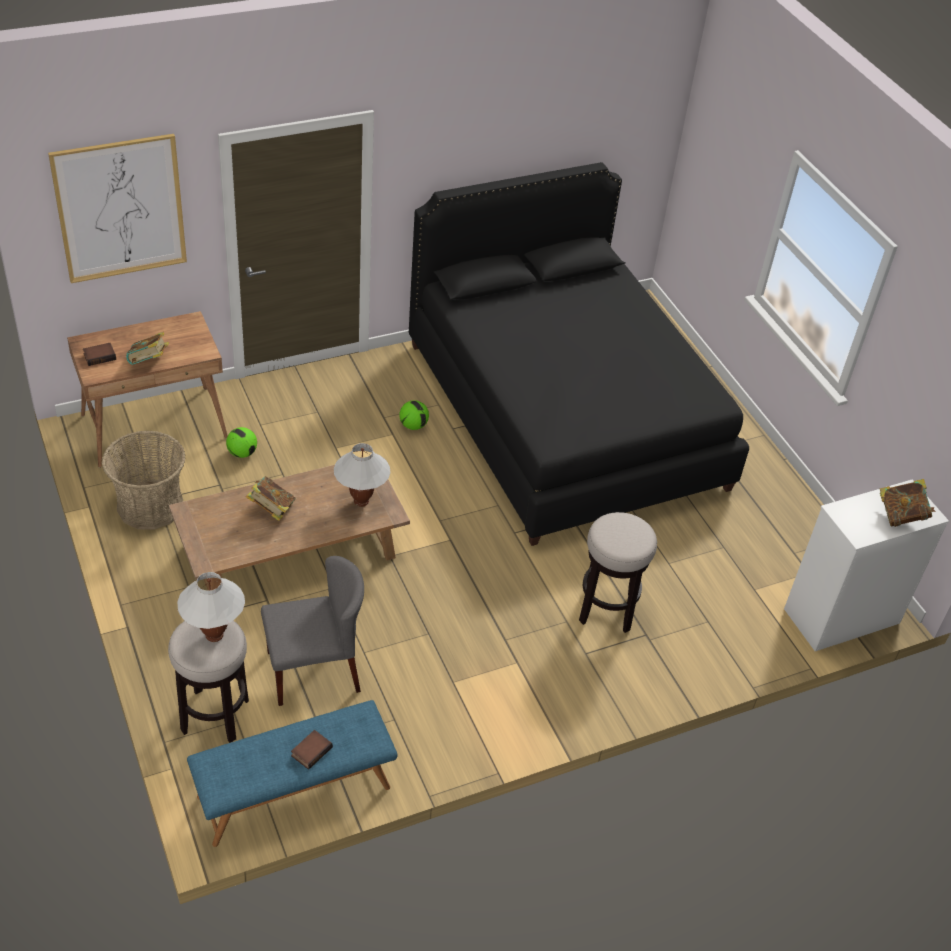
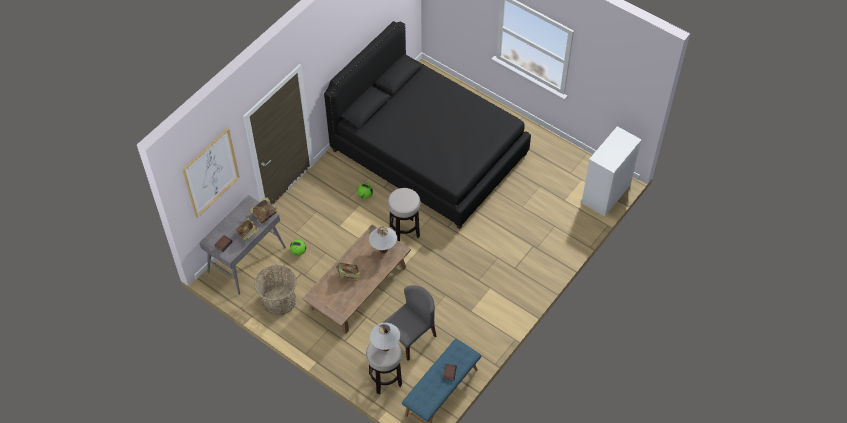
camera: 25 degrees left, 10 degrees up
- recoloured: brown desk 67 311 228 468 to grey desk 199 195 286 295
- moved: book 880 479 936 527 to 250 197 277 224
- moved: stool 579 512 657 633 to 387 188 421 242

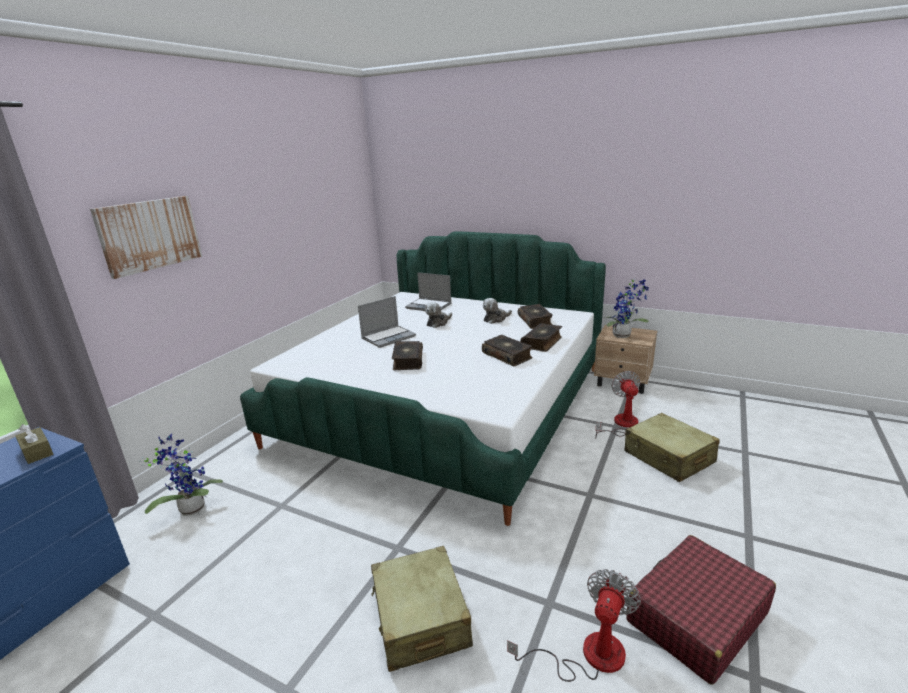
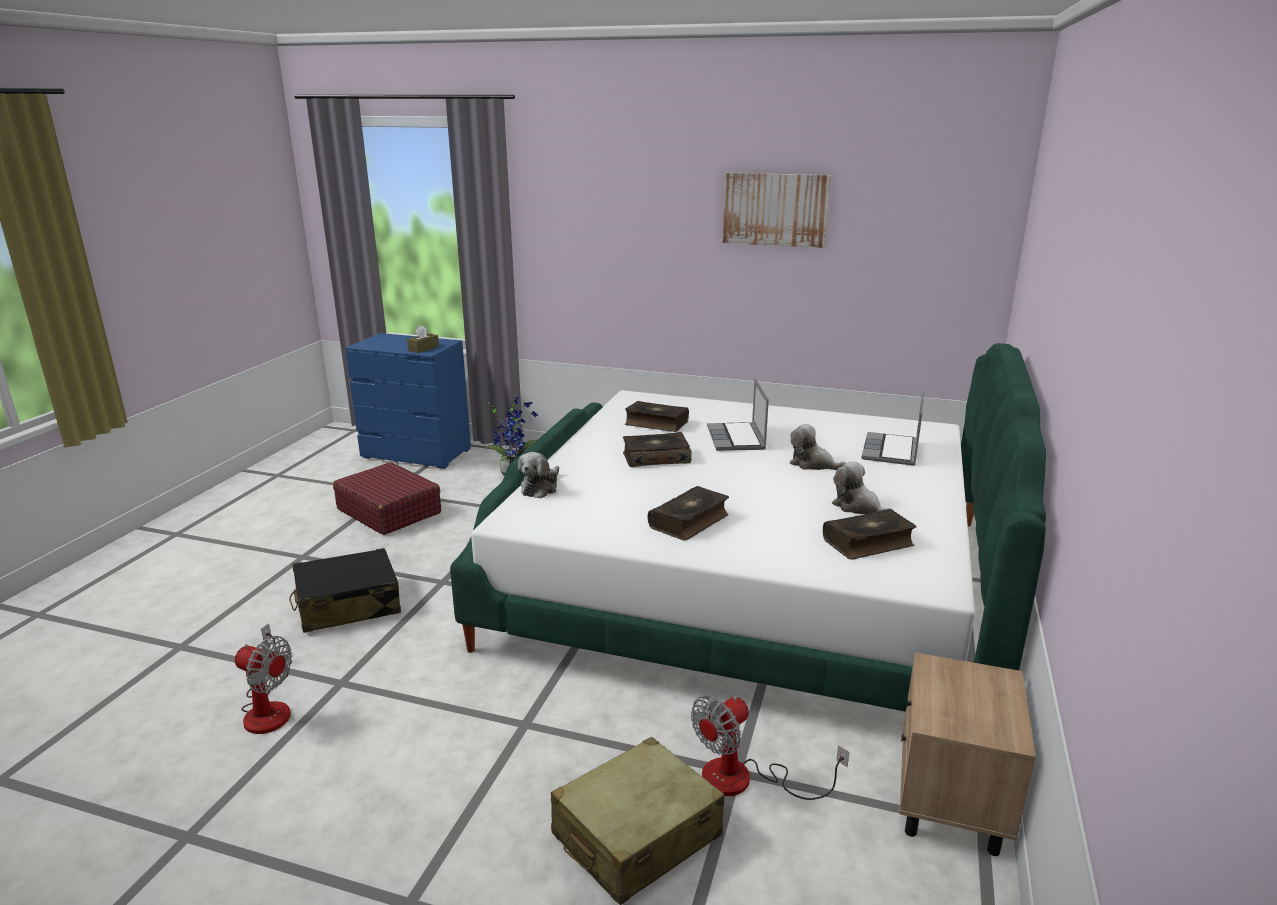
camera: 80 degrees right, 0 degrees up
- moved: picture 90 196 202 279 to 723 172 831 248
- removed: potted plant 604 278 649 338
- turned: laptop 358 296 416 348 = 707 378 769 451 45 degrees clockwise
- moved: book 520 323 562 352 to 625 401 689 432
- turned: fan 595 371 640 439 = 691 696 849 800 150 degrees clockwise
- moved: red suitcase 626 535 776 685 to 333 462 441 535
- recoloured: beige suitcase 371 546 473 672 to black suitcase 289 548 401 633
- added: plush toy 518 452 559 498

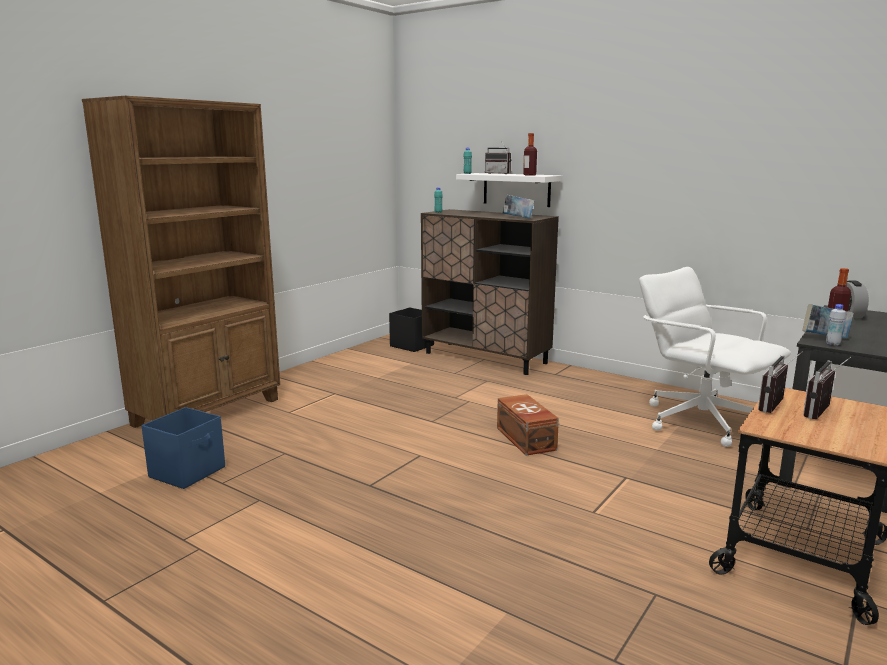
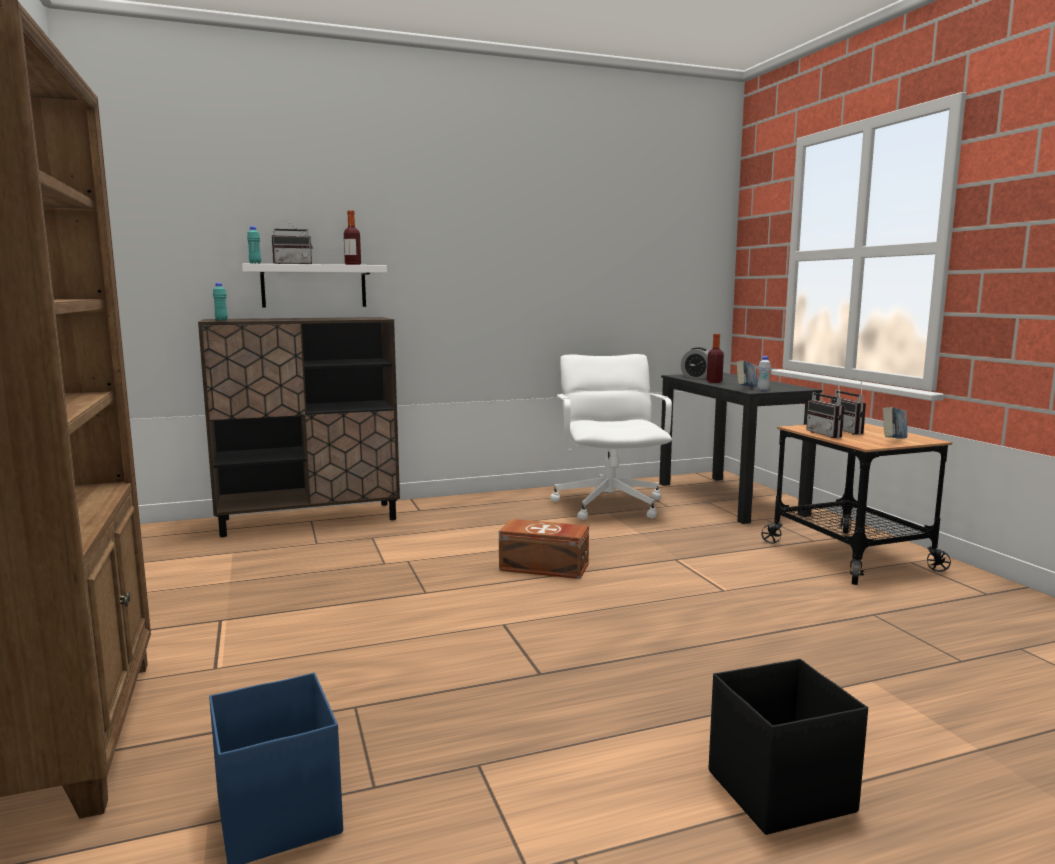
camera: 55 degrees left, 5 degrees down
- moved: book 503 195 534 219 to 883 407 907 439
- turned: white office chair 639 267 791 447 = 550 354 672 520 90 degrees clockwise
- moved: black storage box 389 307 434 352 to 709 659 868 835

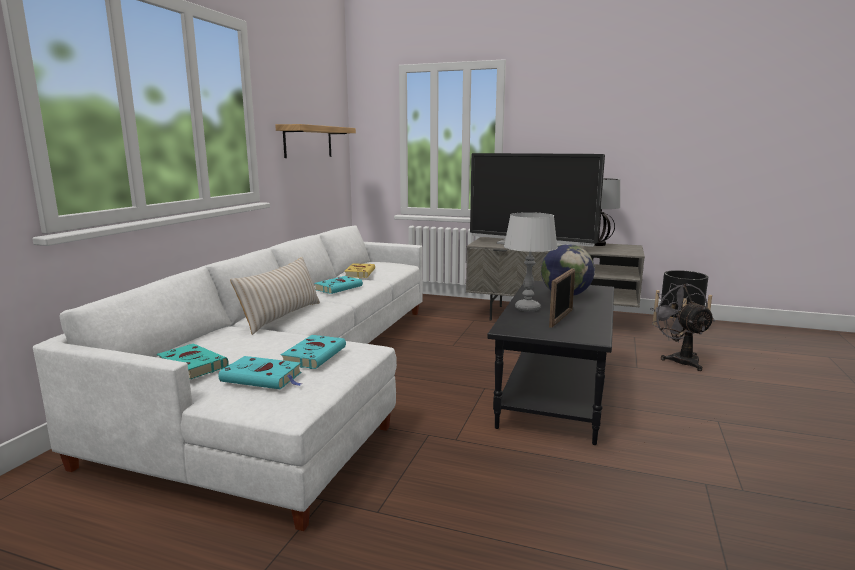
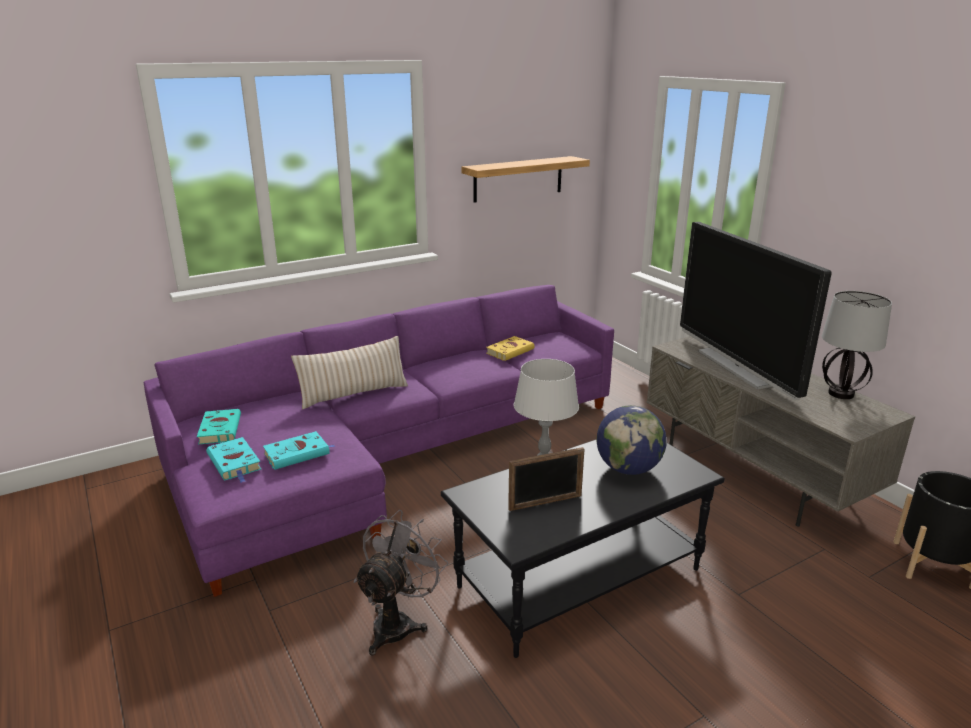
camera: 40 degrees right, 10 degrees up
- recoloured: white sofa 33 226 423 531 to purple sofa 144 285 614 597
- removed: turquoise book 314 276 363 294
- moved: grey fan 650 283 715 371 to 354 510 448 656

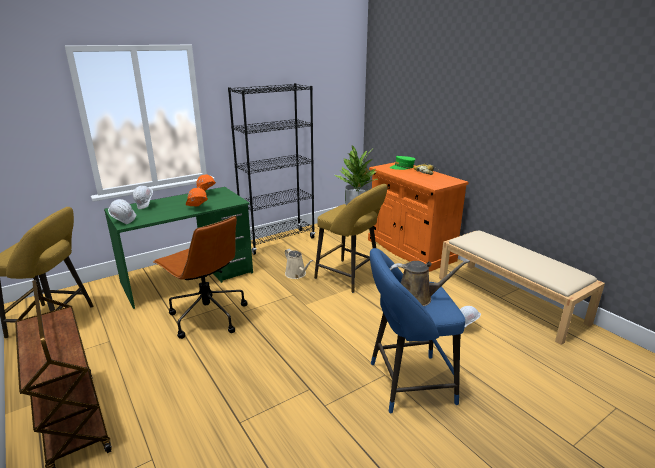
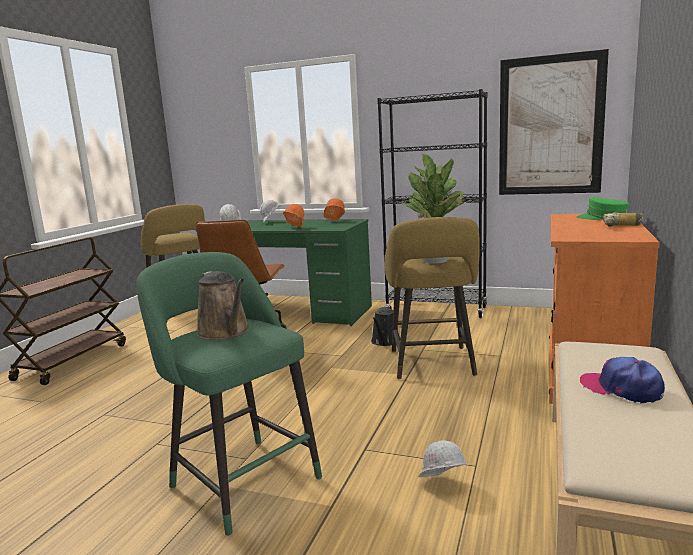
camera: 55 degrees right, 10 degrees down
- recoloured: blue stool 370 248 465 413 to green stool 136 252 322 536
- recoloured: beige watering can 285 249 313 279 to black watering can 371 306 400 346
- added: picture 499 49 609 195
- added: cap 580 357 665 404

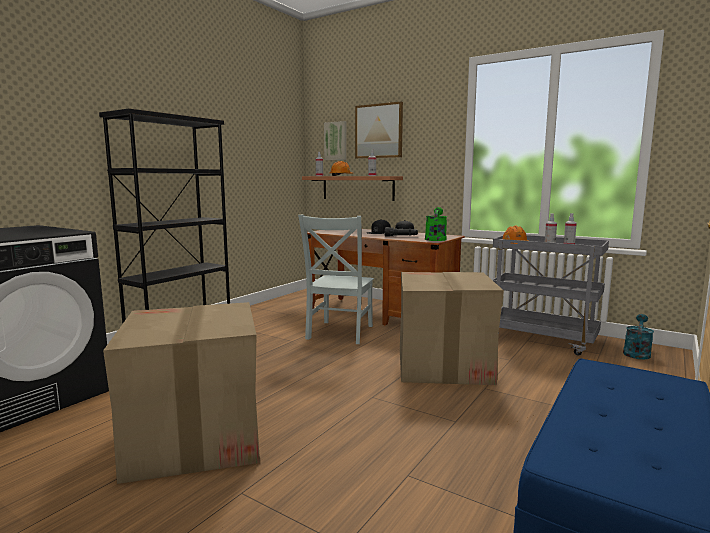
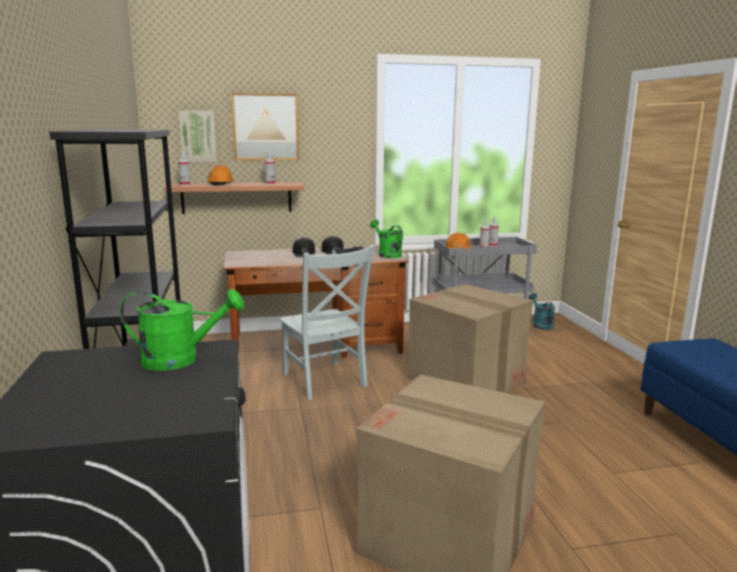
camera: 45 degrees left, 5 degrees up
- added: green watering can 120 289 244 371

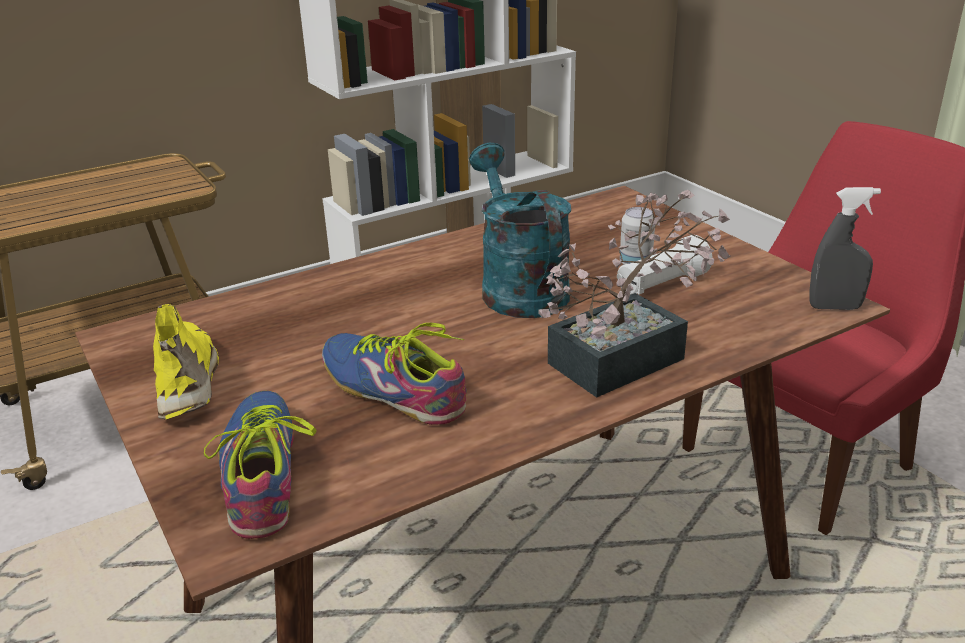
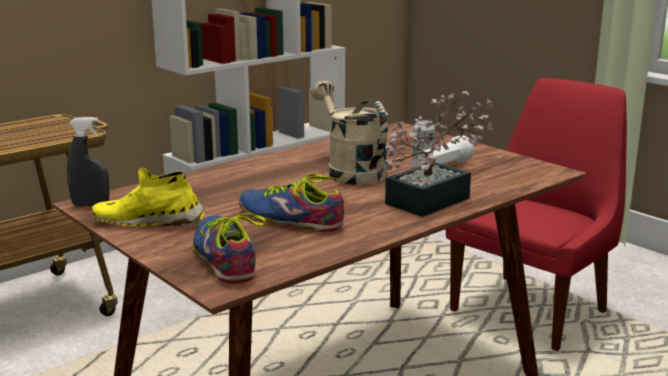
camera: 10 degrees left, 10 degrees down
- recoloured: turquoise watering can 469 143 571 318 to beige watering can 311 80 388 185
- moved: grey spray bottle 809 187 881 310 to 67 117 110 206
- turned: yellow shoe 153 304 219 420 = 92 168 205 226 60 degrees counterclockwise

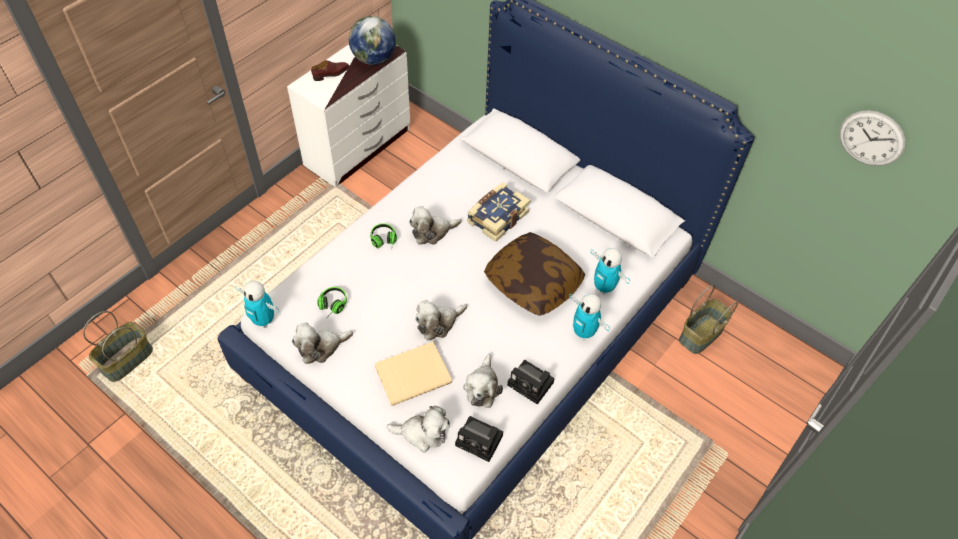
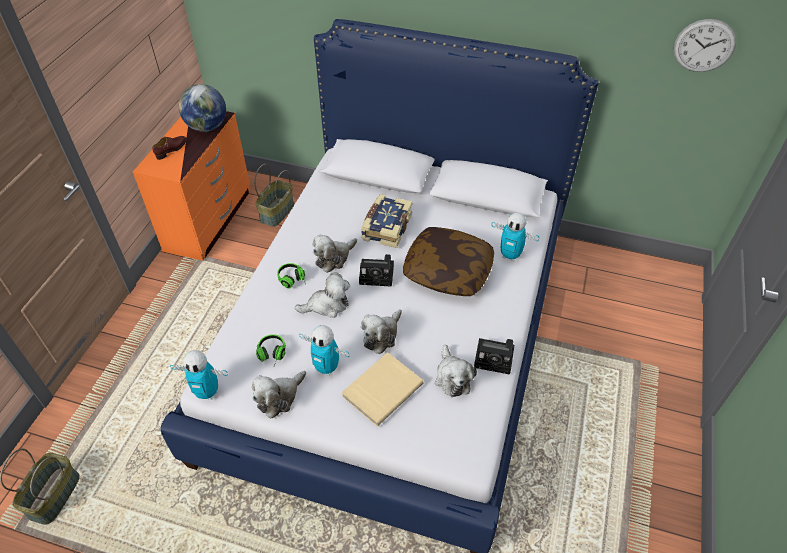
camera: 20 degrees left, 5 degrees down
- recoloured: white dresser 287 44 410 187 to orange dresser 133 111 250 261
- moved: basket 679 284 738 354 to 254 164 294 227
- moved: toy robot 569 294 610 340 to 299 325 350 376
- moved: plush toy 387 406 450 452 to 295 273 350 318
- moved: photo camera 455 416 503 462 to 359 254 394 287

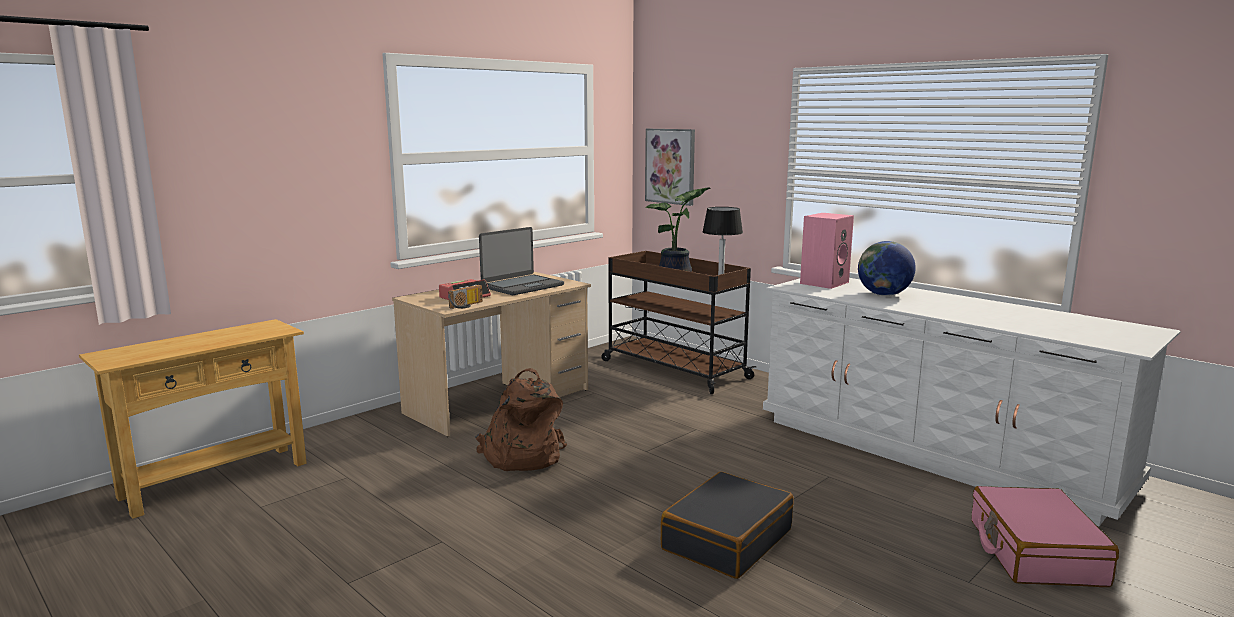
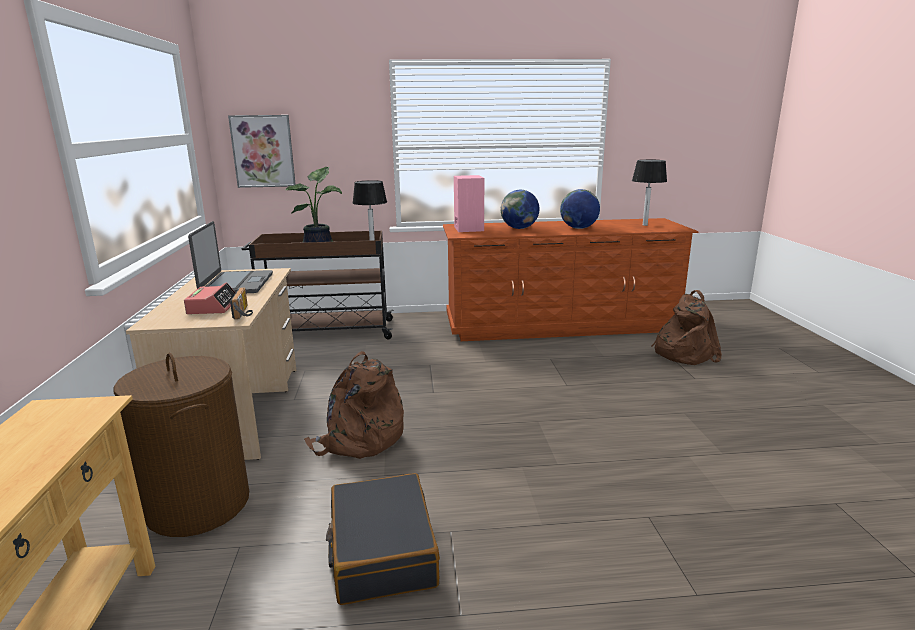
camera: 50 degrees left, 5 degrees up
- recoloured: white dresser 763 278 1181 526 to brown dresser 443 218 699 341
- moved: black suitcase 661 472 794 579 to 326 473 440 605
- replaced: pink suitcase 972 486 1119 587 to brown backpack 652 290 722 365
- added: table lamp 632 160 667 226
- added: globe 560 189 600 229
- added: brown laundry basket 113 353 249 537

